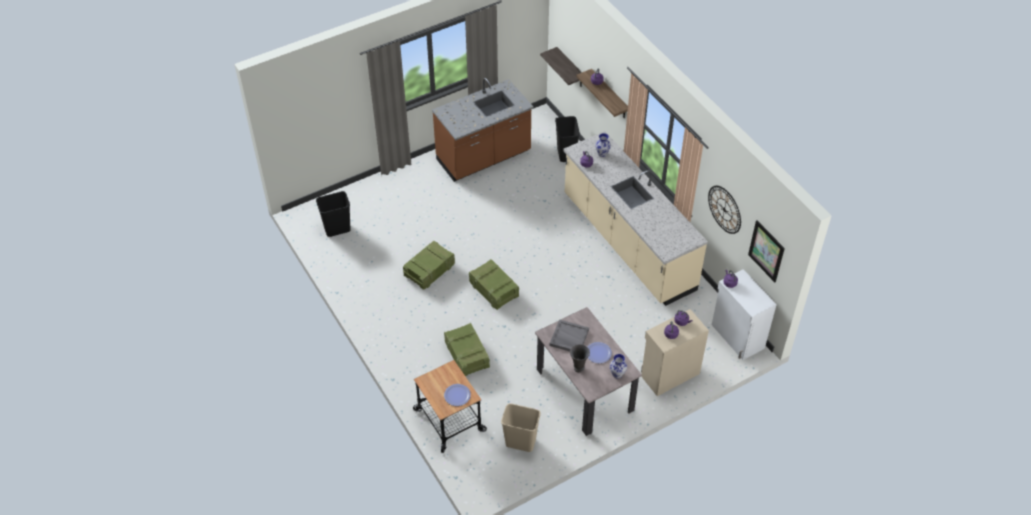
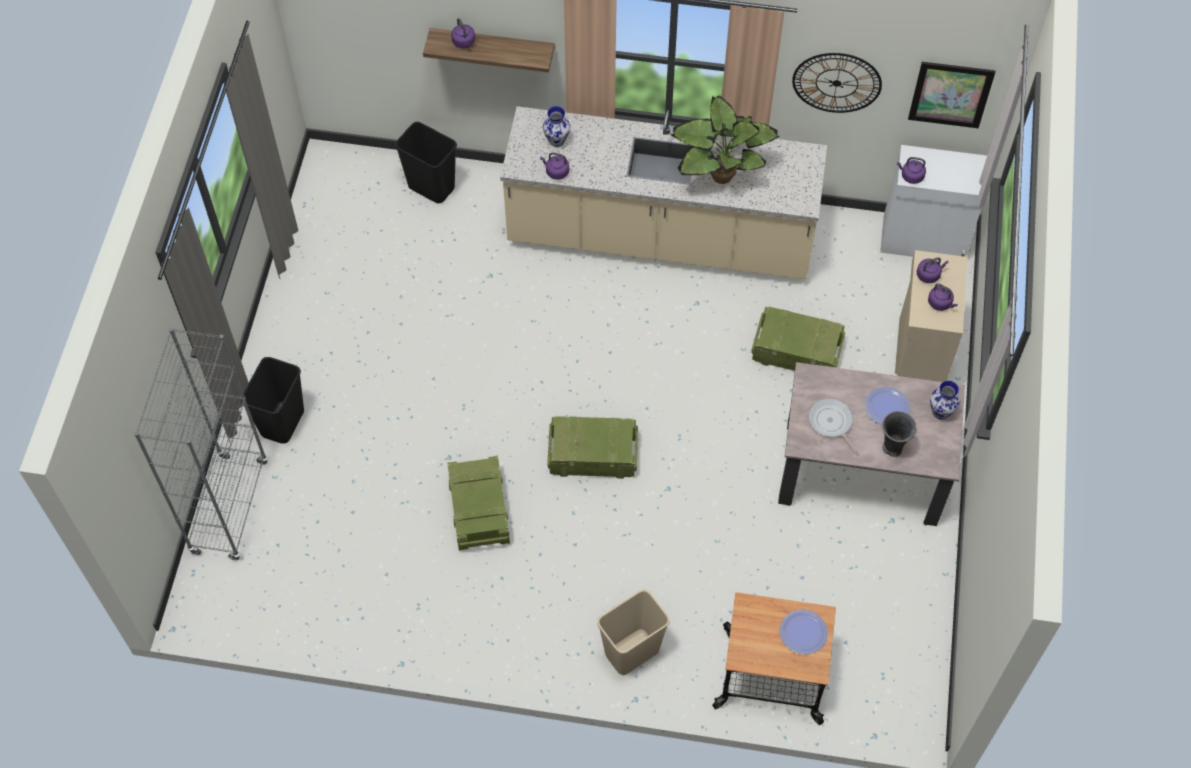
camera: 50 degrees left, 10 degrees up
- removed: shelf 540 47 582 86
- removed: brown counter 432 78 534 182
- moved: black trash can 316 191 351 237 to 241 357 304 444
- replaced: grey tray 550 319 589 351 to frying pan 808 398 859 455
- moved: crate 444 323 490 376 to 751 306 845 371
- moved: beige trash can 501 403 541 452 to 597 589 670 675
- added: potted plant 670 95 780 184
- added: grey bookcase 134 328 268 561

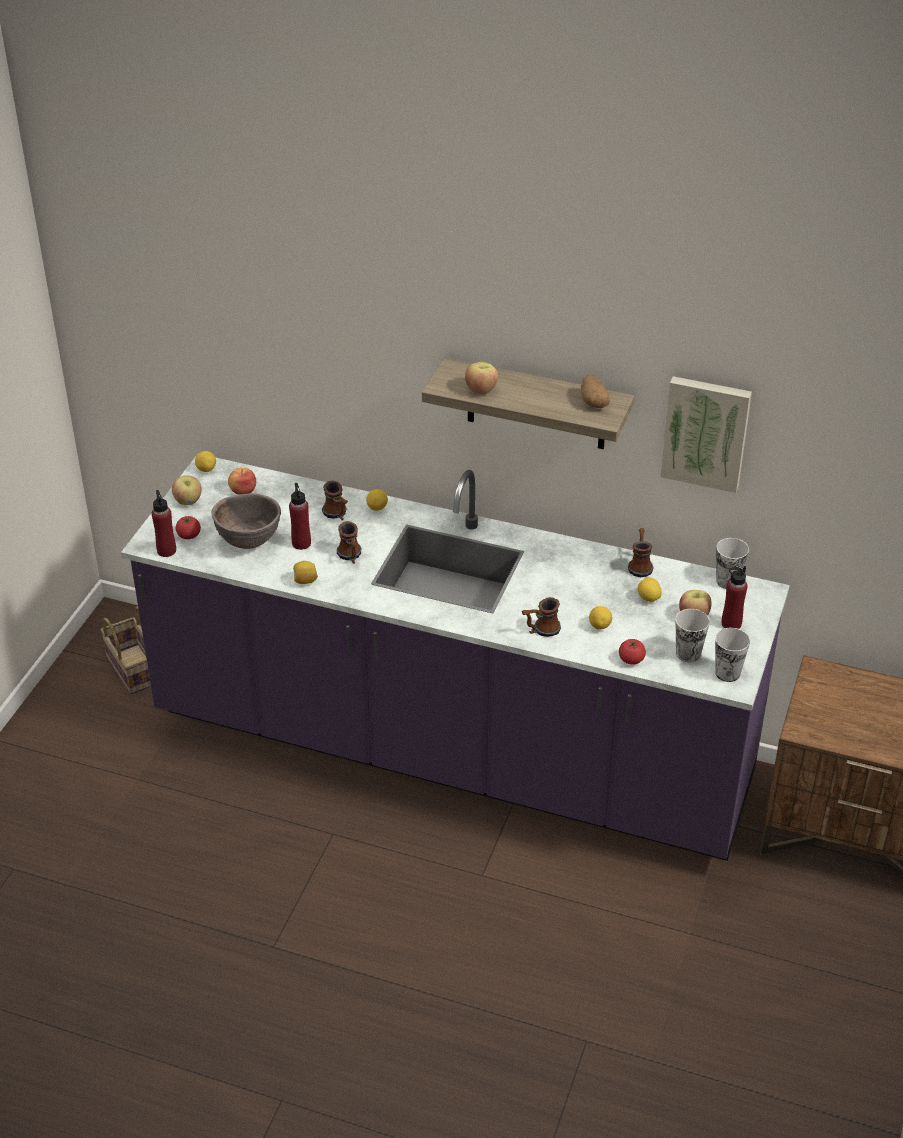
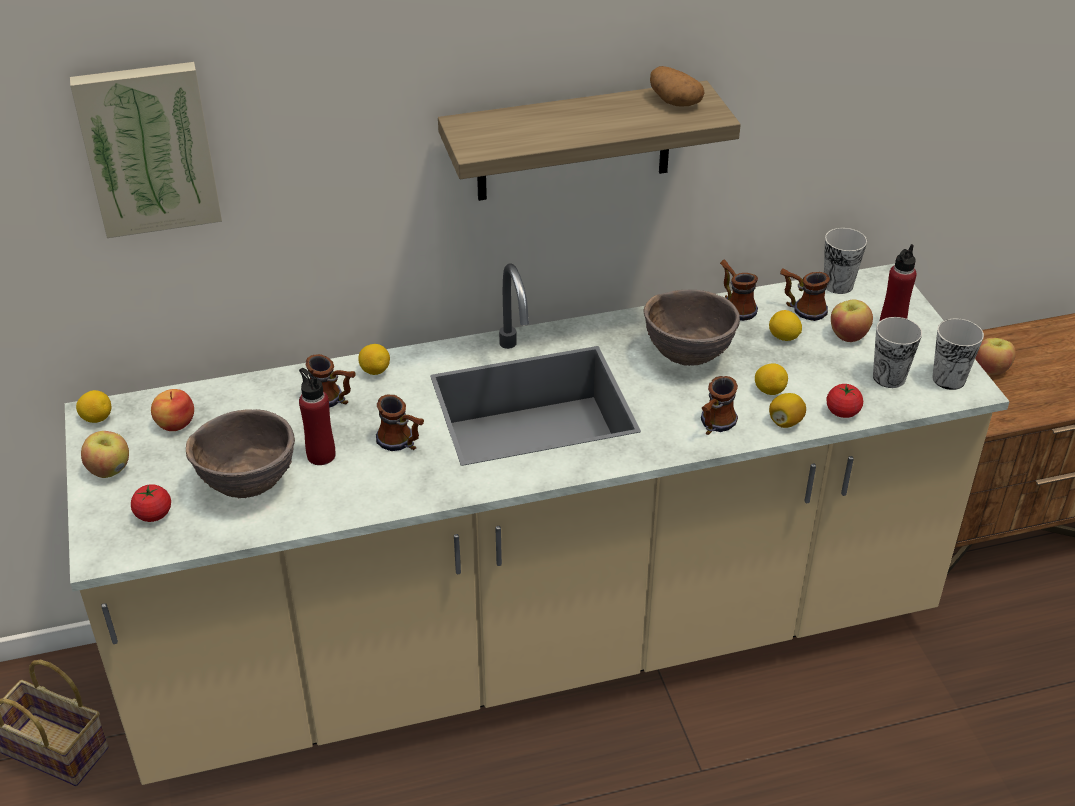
camera: 35 degrees left, 0 degrees up
- moved: apple 465 362 498 394 to 976 338 1016 375
- moved: picture 660 376 752 493 to 70 62 222 238
- recoloured: purple counter 121 455 790 861 to beige counter 65 263 1010 785
- removed: red bottle 152 490 176 557
- moved: lemon 293 561 318 584 to 769 393 806 428
- added: mug 780 269 830 321
- added: brown bowl 643 290 740 366

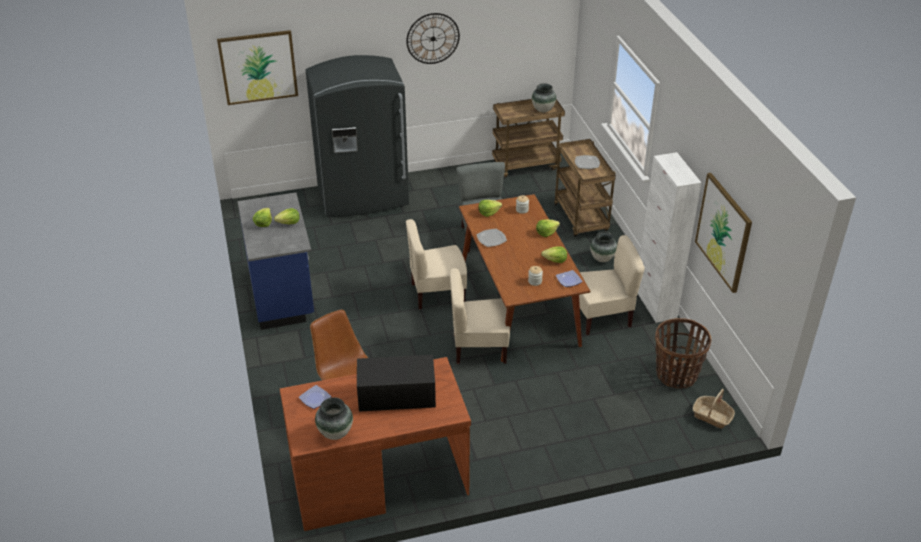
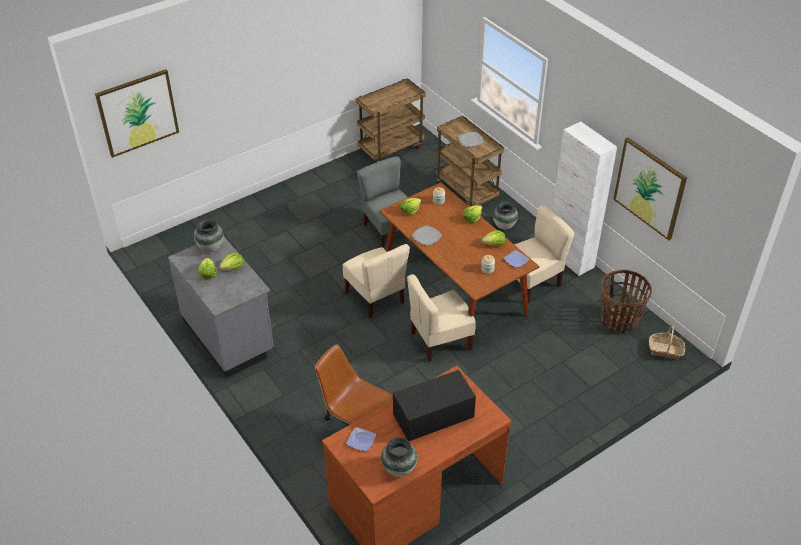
camera: 20 degrees left, 5 degrees up
- removed: wall clock 406 13 460 64
- removed: grey fridge 306 55 409 217
- moved: vase 532 83 556 112 to 194 219 224 252
- recoloured: blue counter 238 192 314 330 to grey counter 168 237 274 378
- turned: beige chair 406 219 467 309 = 343 244 410 318 90 degrees counterclockwise

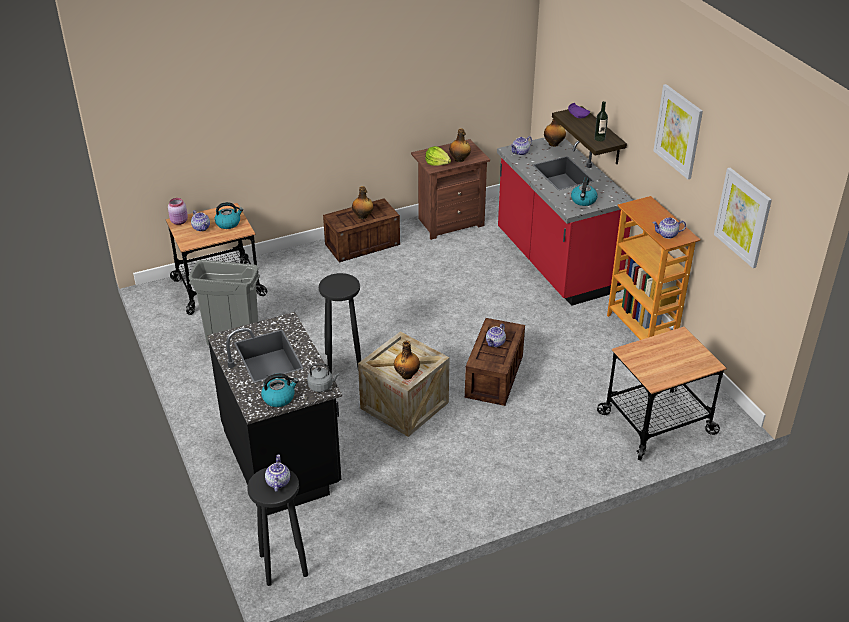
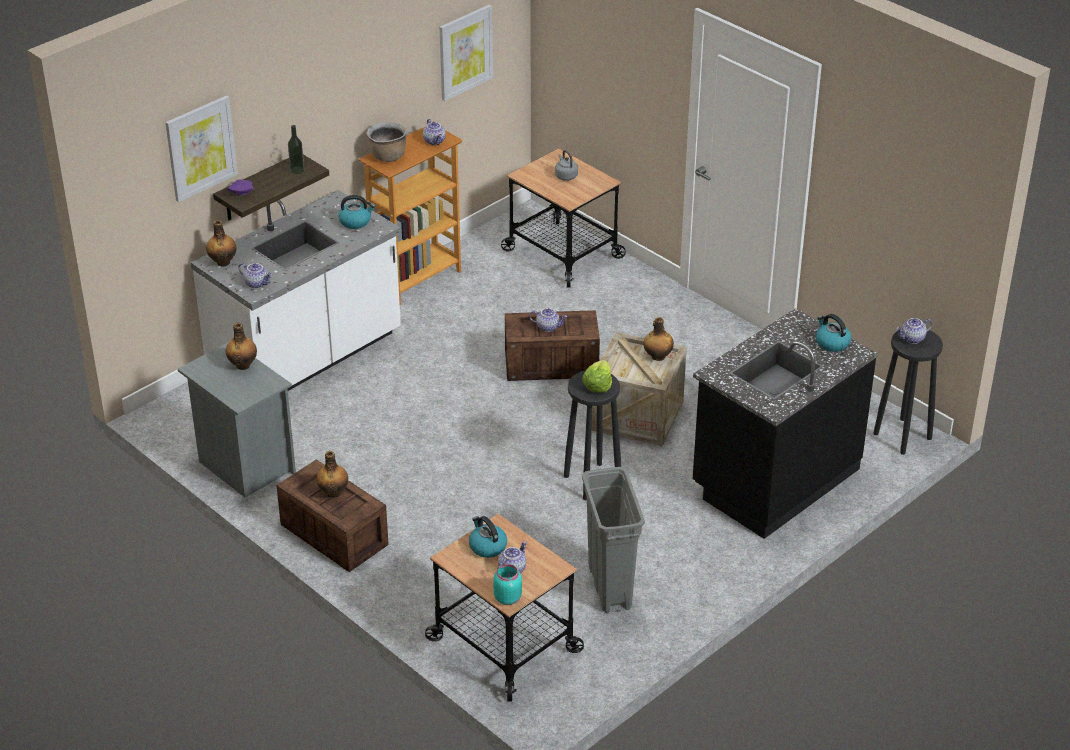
camera: 110 degrees left, 0 degrees up
- moved: picture 653 84 703 179 to 165 95 238 202
- recoloured: red counter 497 137 633 306 to white counter 190 190 401 391
- recoloured: brown nightstand 411 139 490 240 to grey nightstand 178 341 296 498
- moved: lettuce 425 146 451 166 to 582 360 612 393
- recoloured: pink jar 168 198 188 225 to turquoise jar 493 564 522 605
- moved: grey kettle 307 363 339 392 to 555 150 578 181
- added: brown cooking pot 367 122 407 162

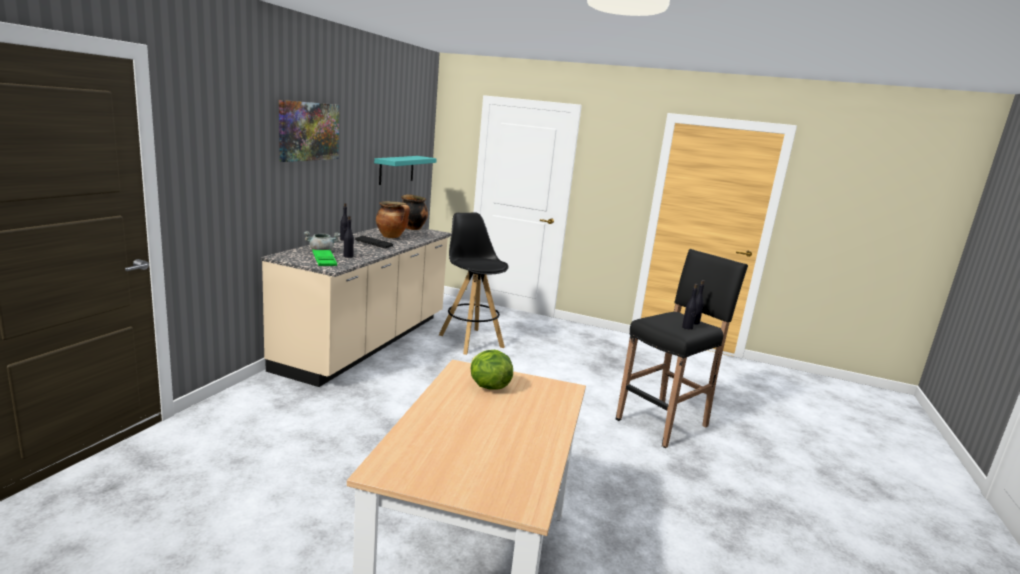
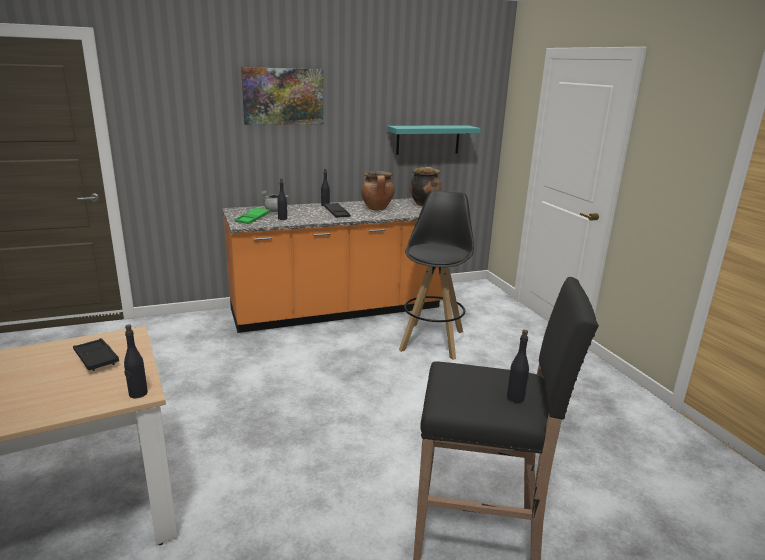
camera: 50 degrees right, 5 degrees up
- recoloured: beige counter 261 228 451 387 to orange counter 222 198 443 333
- moved: black bottle 682 284 698 330 to 124 324 148 398
- replaced: lettuce 470 350 513 390 to black tray 73 338 119 371

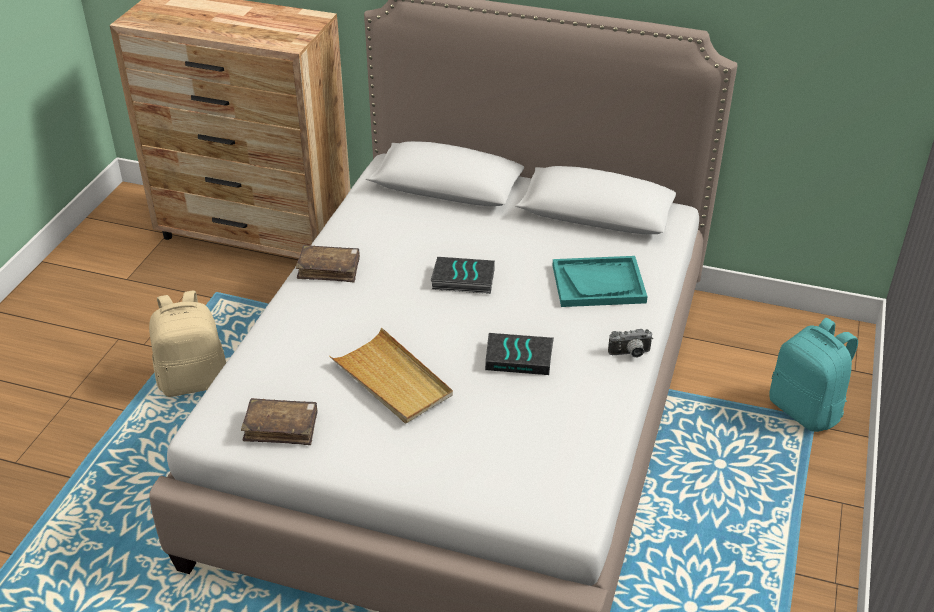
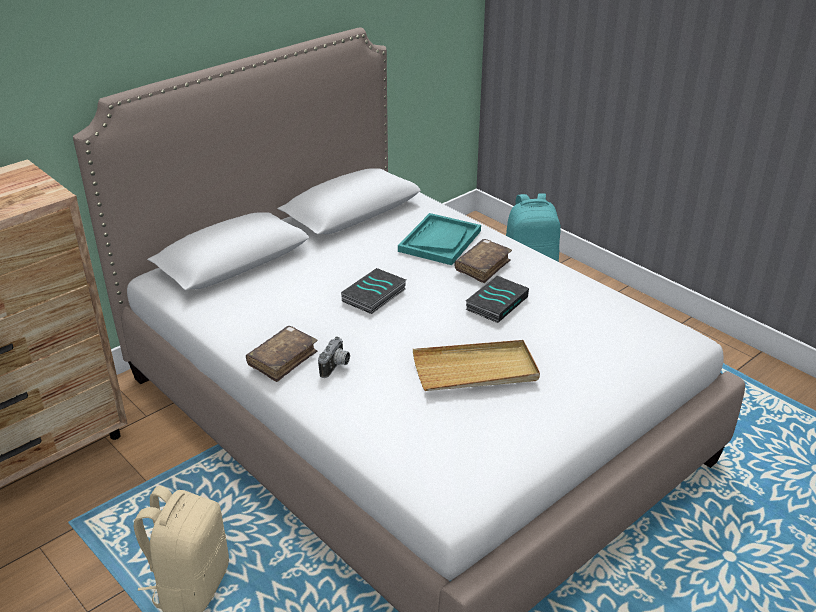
camera: 60 degrees left, 5 degrees down
- moved: photo camera 608 329 653 358 to 318 337 350 378
- moved: brown book 241 398 317 445 to 454 239 512 283

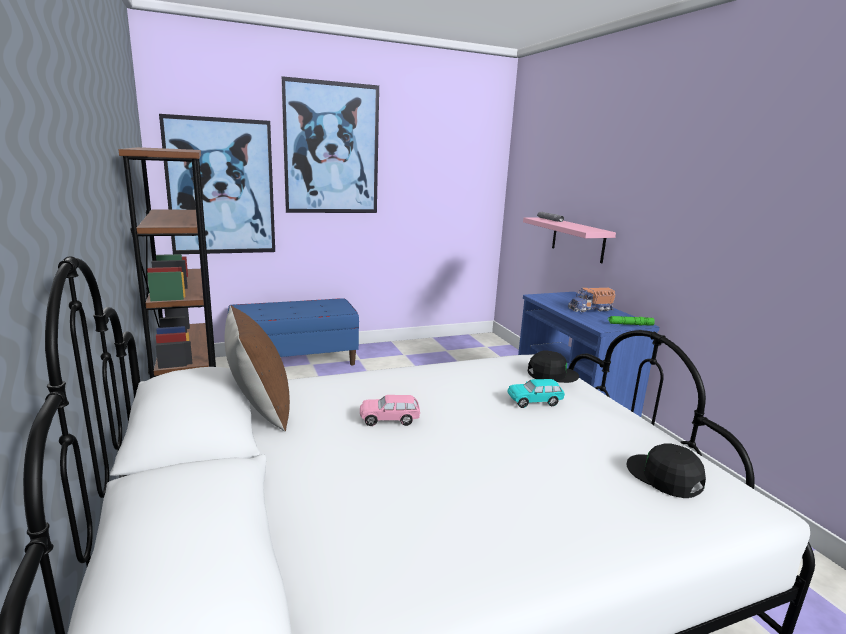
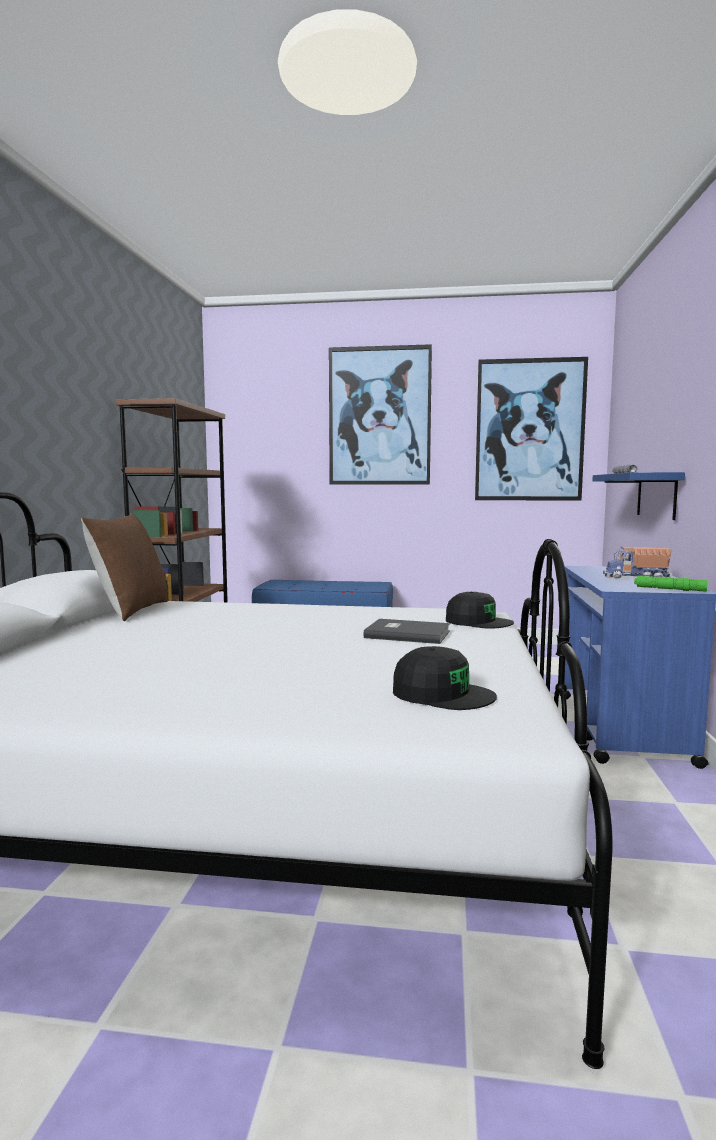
camera: 30 degrees right, 10 degrees down
- moved: picture 159 114 275 254 to 475 357 588 501
- recoloured: pink shelf 523 218 616 263 to blue shelf 592 472 685 520
- replaced: turquoise toy car 508 379 565 408 to grey book 363 619 450 644
- removed: pink toy car 360 395 420 426
- turned: black cap 627 444 706 498 = 393 646 497 710 120 degrees clockwise

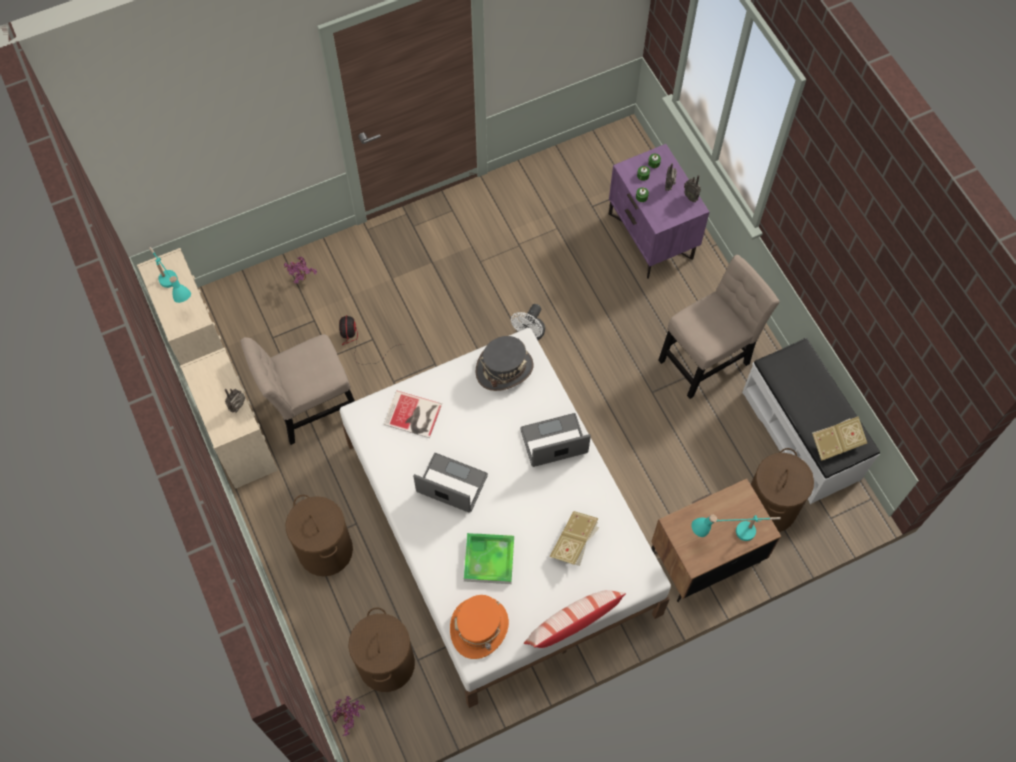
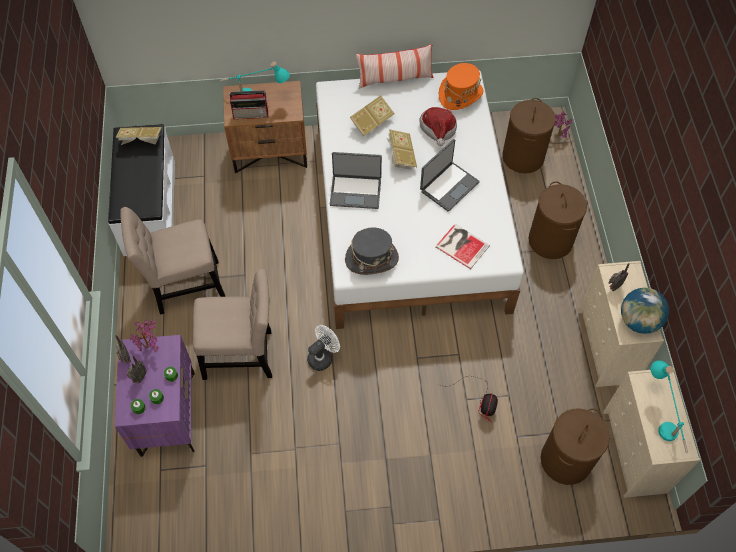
camera: 160 degrees left, 5 degrees down
- moved: potted plant 284 257 317 284 to 130 321 159 352
- moved: beige chair 240 334 355 445 to 193 269 272 380
- moved: brown laundry basket 751 448 814 532 to 541 408 610 485
- turned: laptop 413 453 488 513 = 420 139 480 211 90 degrees counterclockwise
- replaced: tray 464 533 514 584 to hat 419 107 457 146
- added: radio 229 90 268 119
- added: book 386 129 417 170
- added: globe 621 288 669 334

